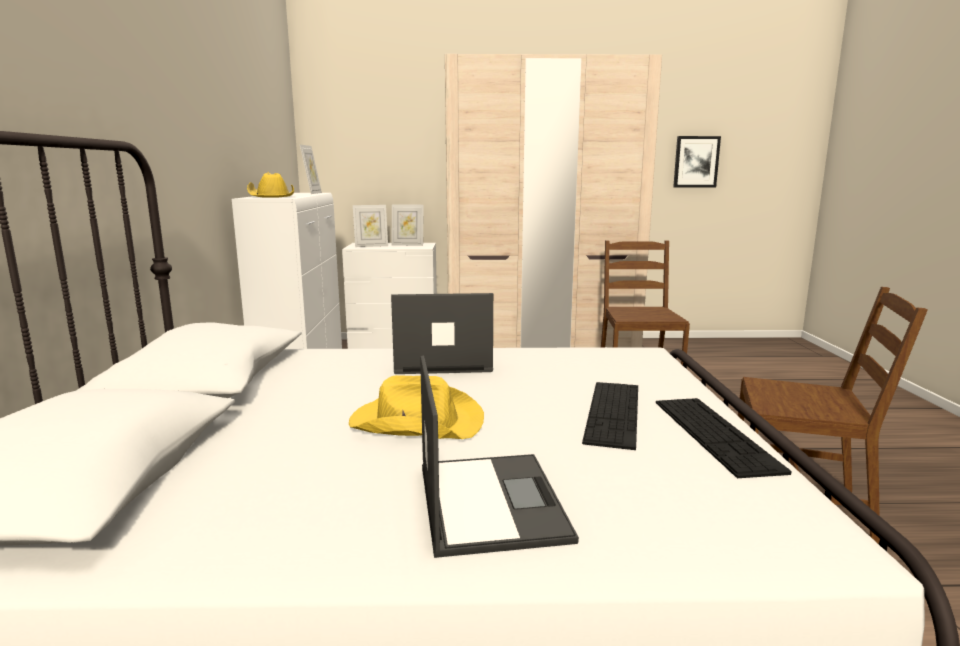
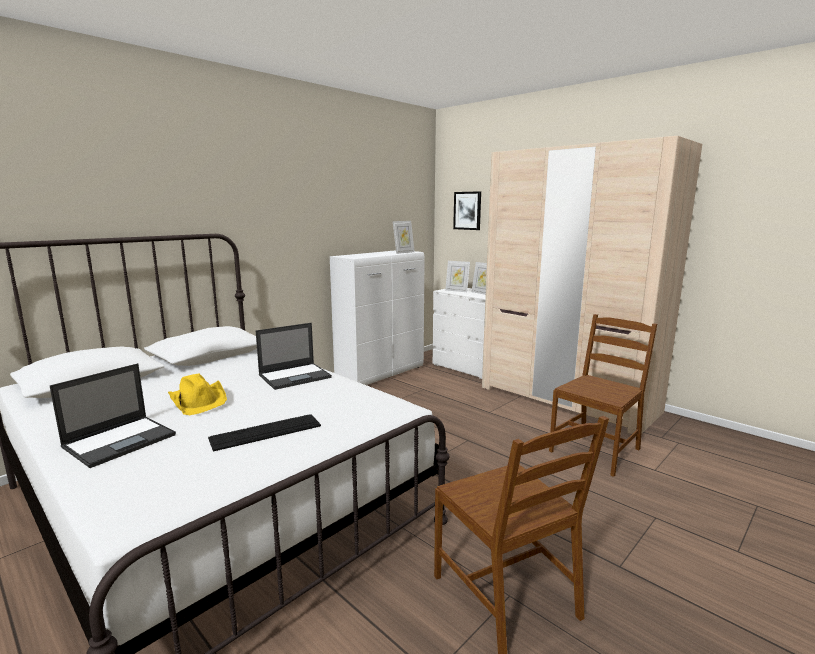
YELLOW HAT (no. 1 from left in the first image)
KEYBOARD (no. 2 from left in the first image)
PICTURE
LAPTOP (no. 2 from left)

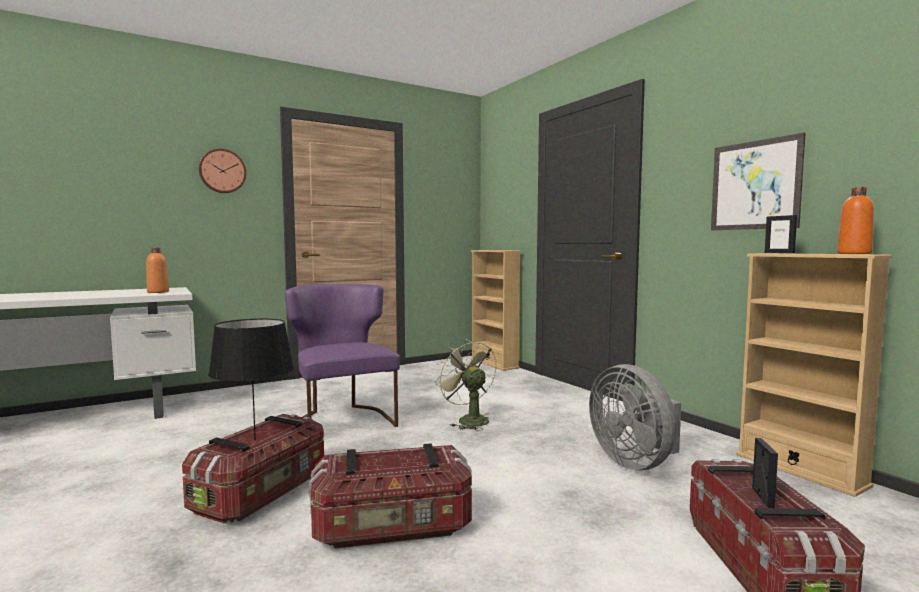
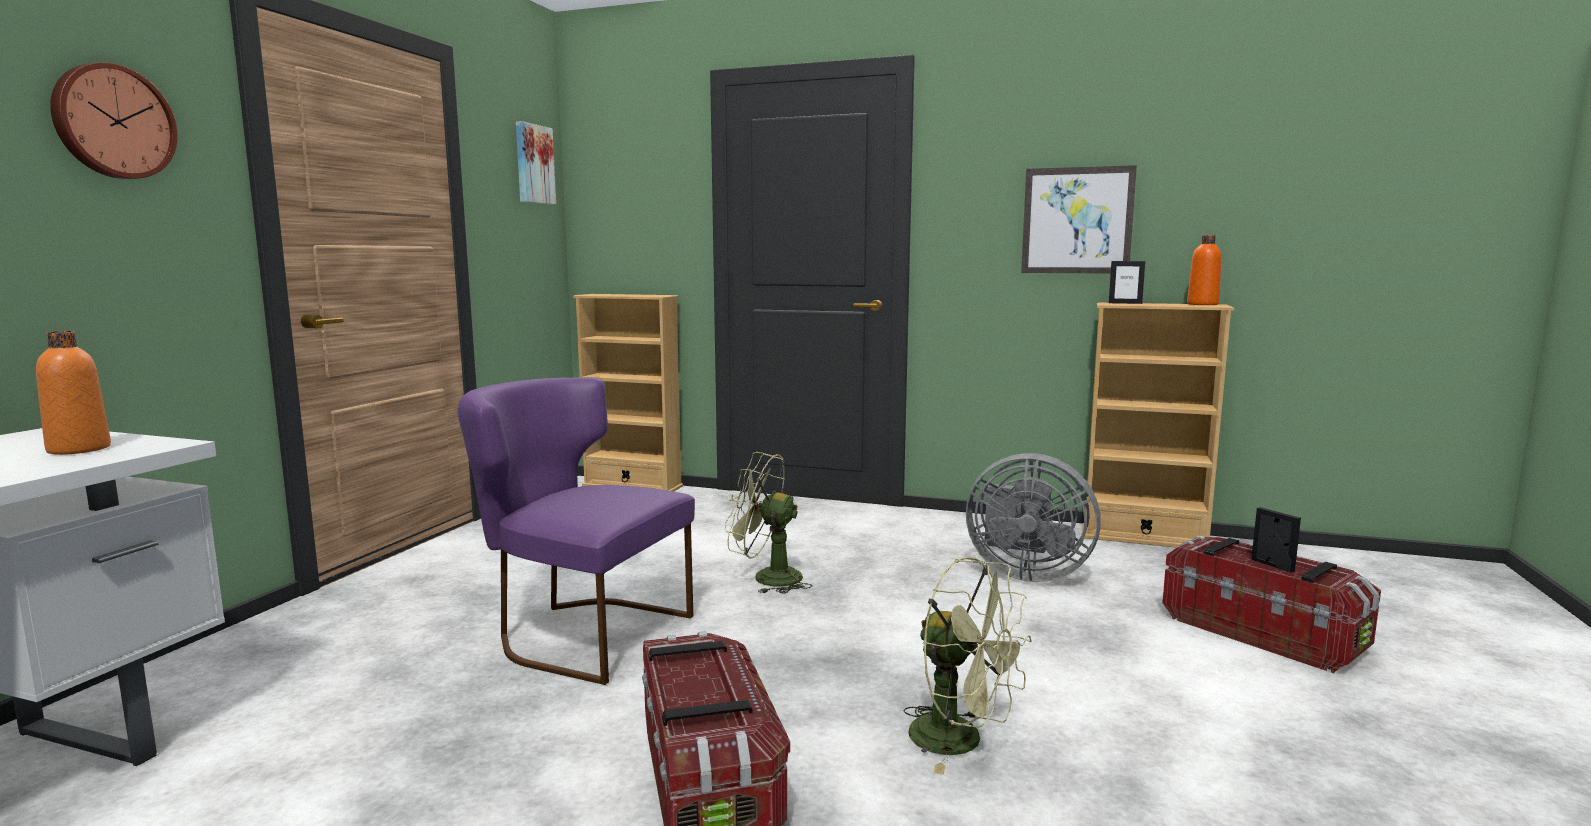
BLACK TABLE LAMP
PICTURE (no. 1 from left)
GREEN FAN (no. 2 from left)

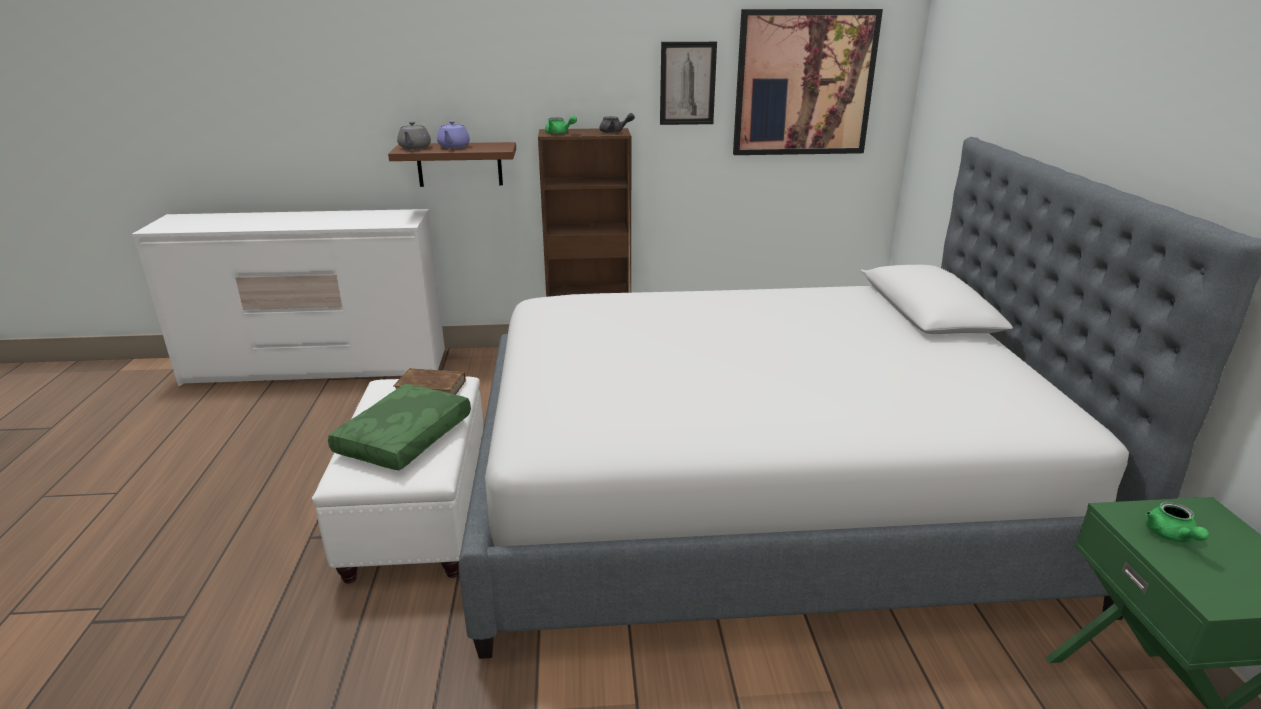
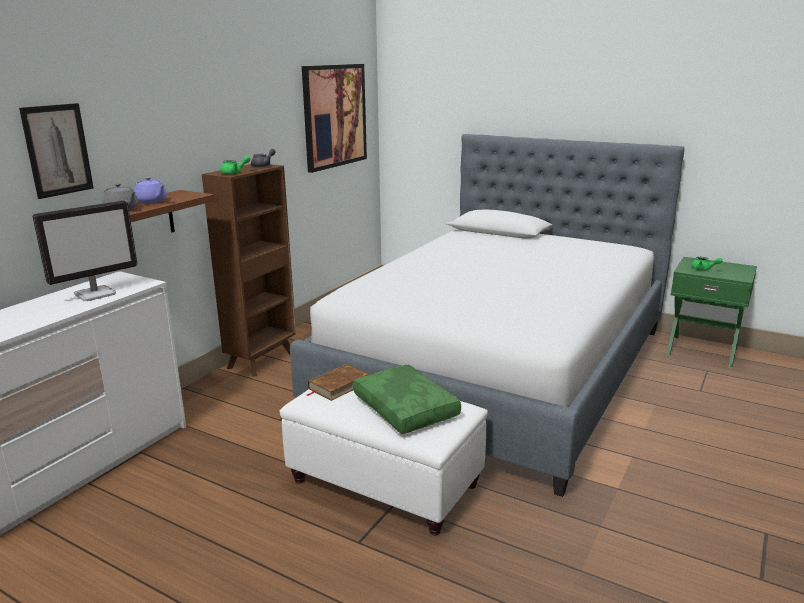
MONITOR
PICTURE (no. 1 from left)

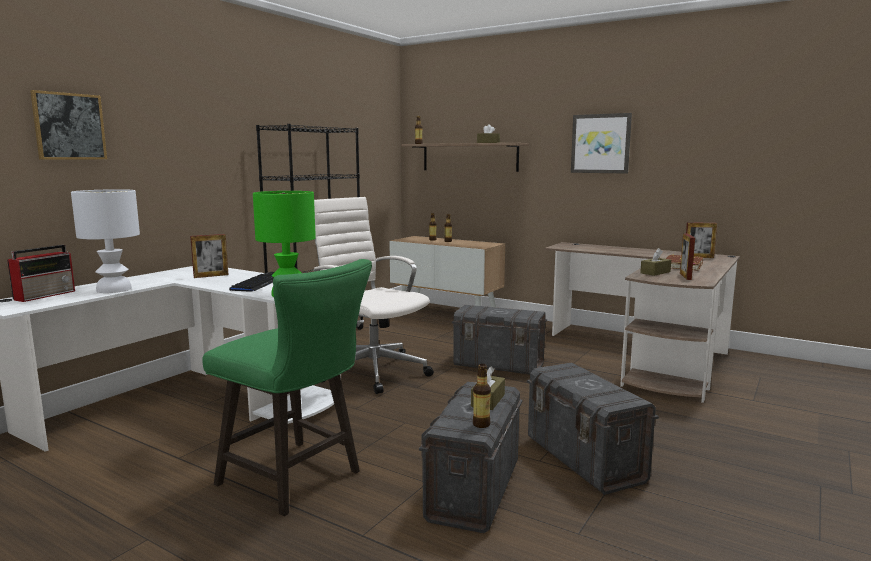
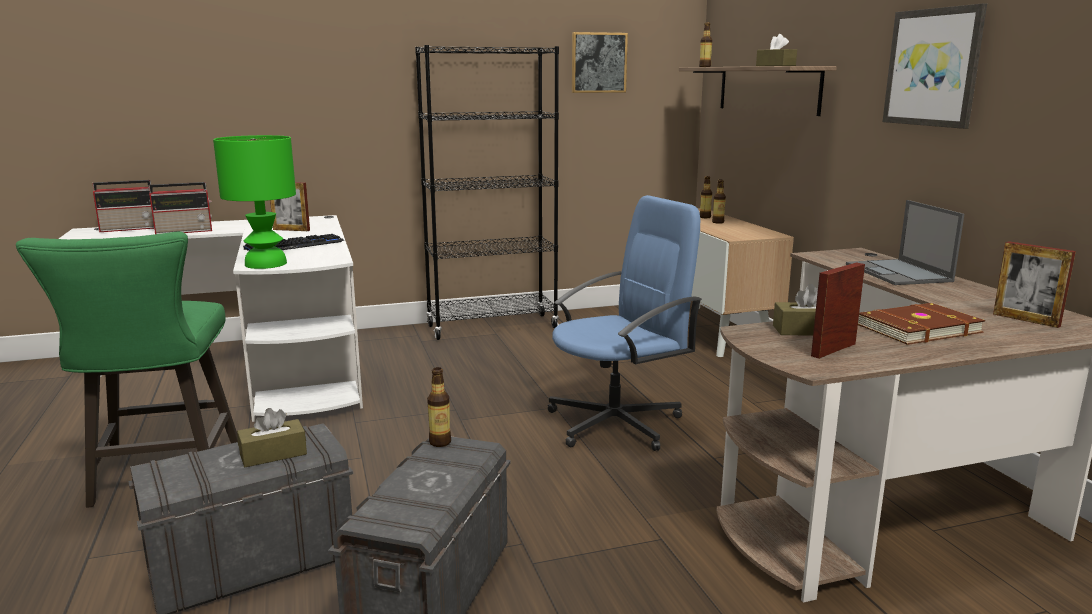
WHITE OFFICE CHAIR
LAPTOP
PICTURE (no. 1 from left)
BOTTLE (no. 1 from left)
RADIO (no. 2 from left)
BLUE OFFICE CHAIR

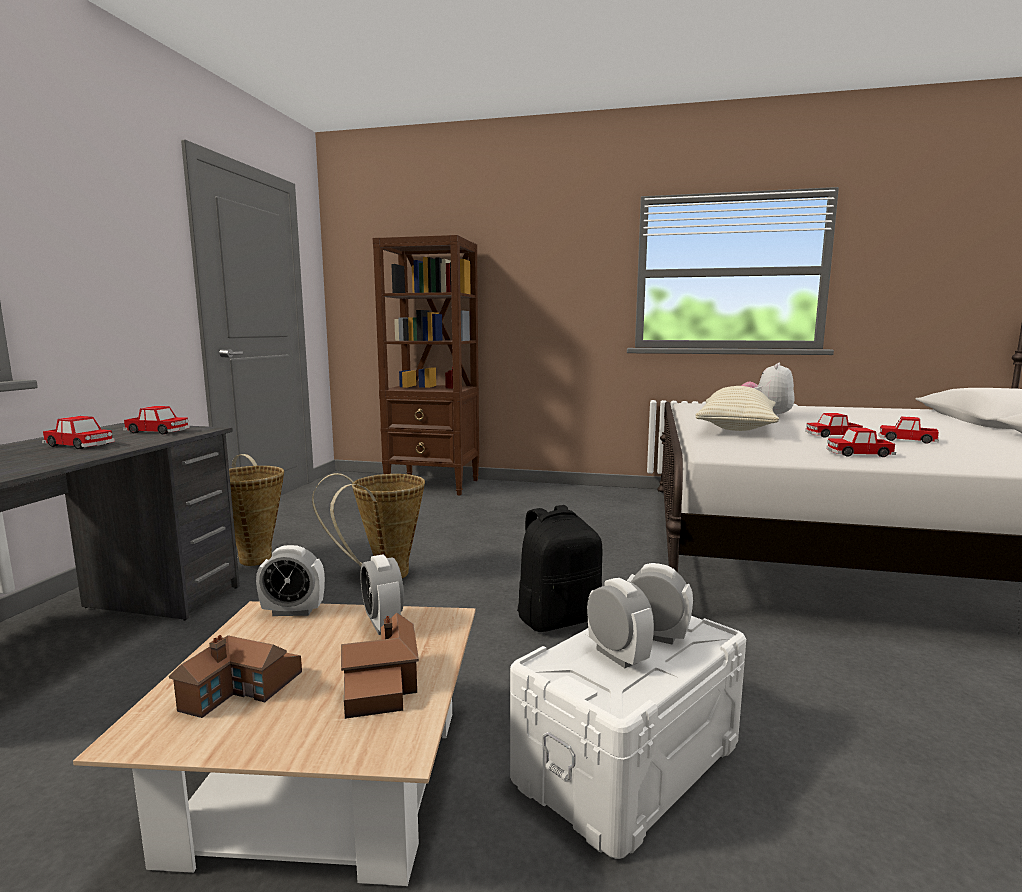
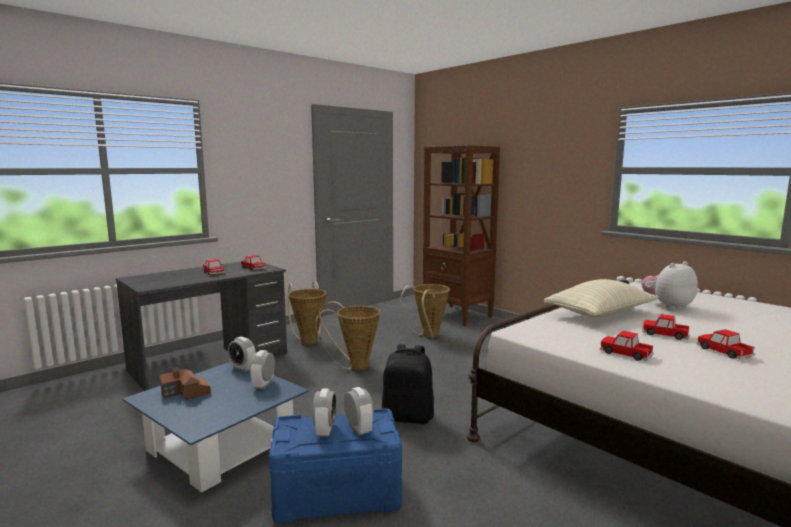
TOY HOUSE (no. 2 from left in the first image)
BASKET (no. 3 from left)
BLUE COFFEE TABLE
BLUE STORAGE BOX

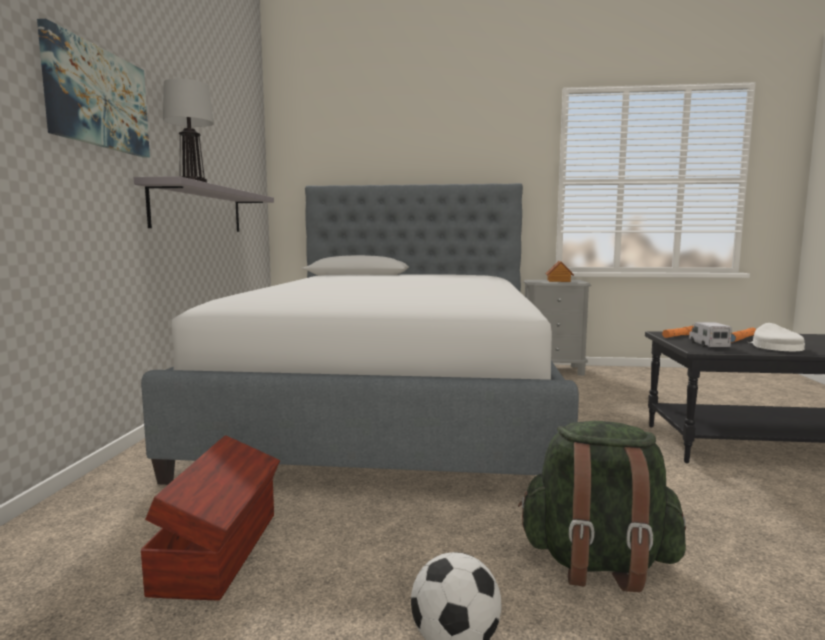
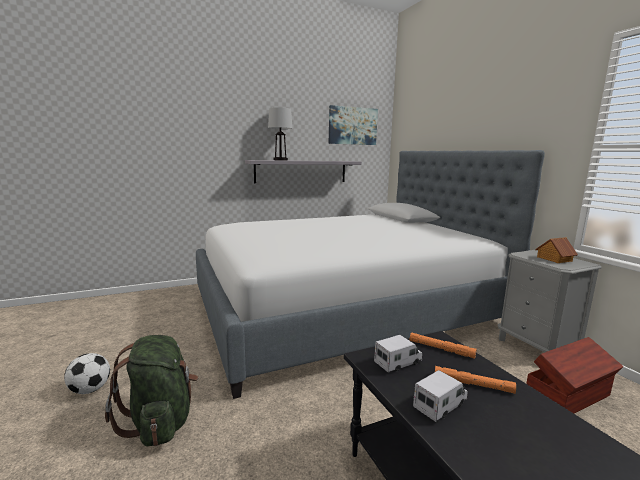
PICTURE
BROWN STORAGE BOX
TOY TRUCK (no. 2 from left)

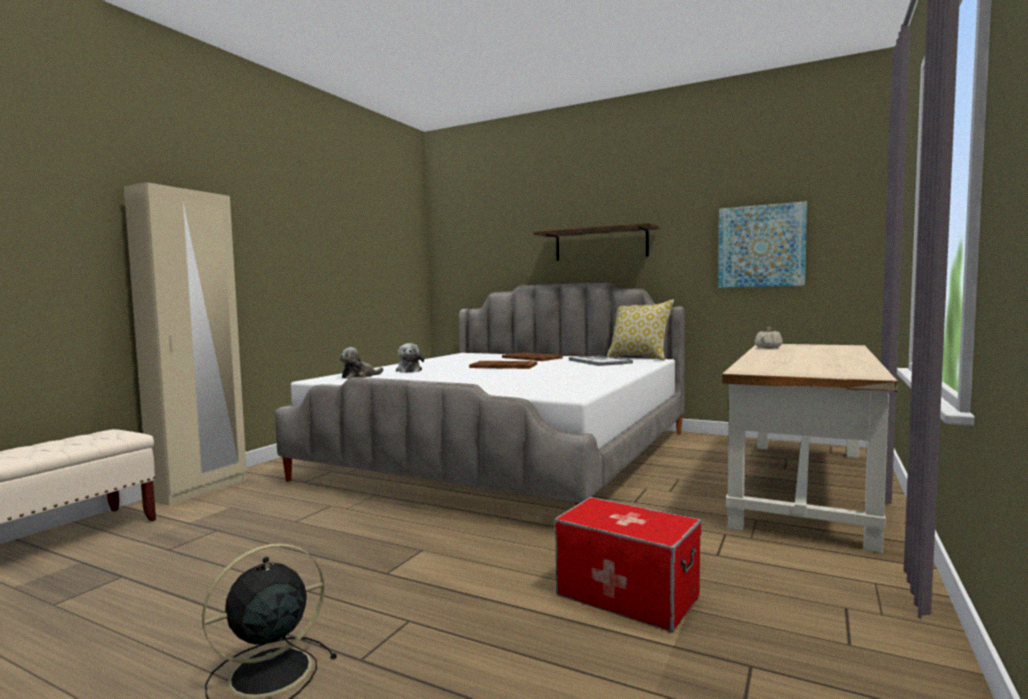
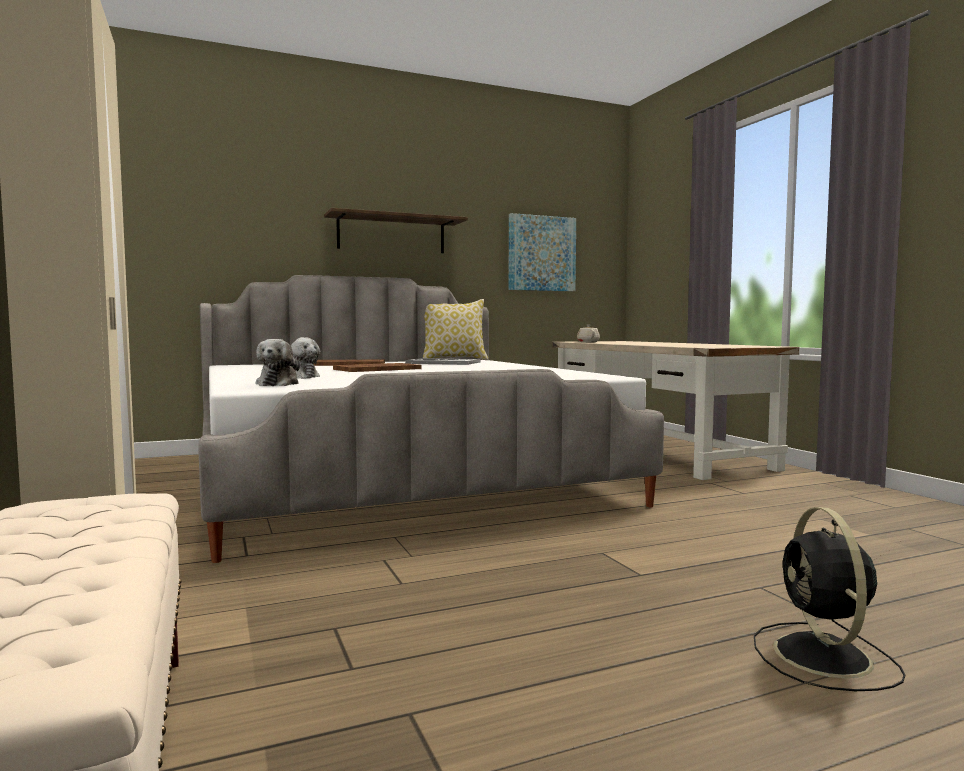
STORAGE BOX

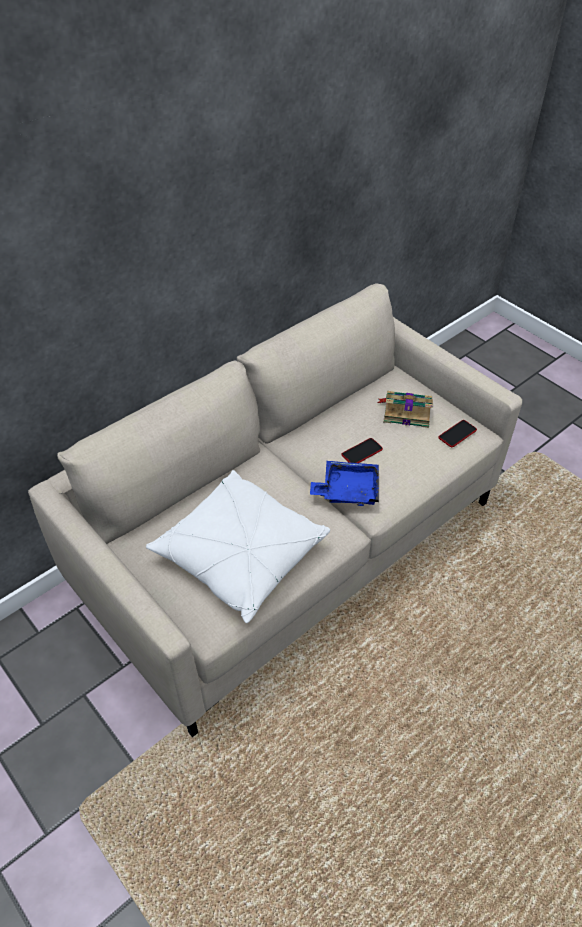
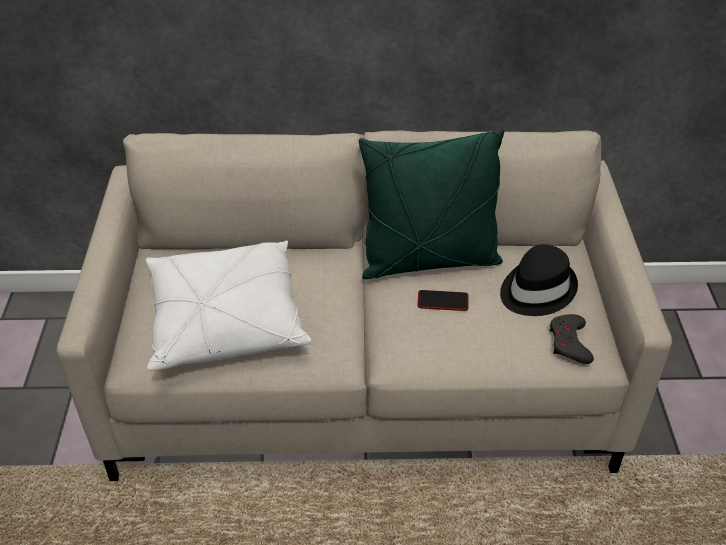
BLUE TRAY
GREEN PILLOW
BLACK HAT
GREY GAME CONTROLLER

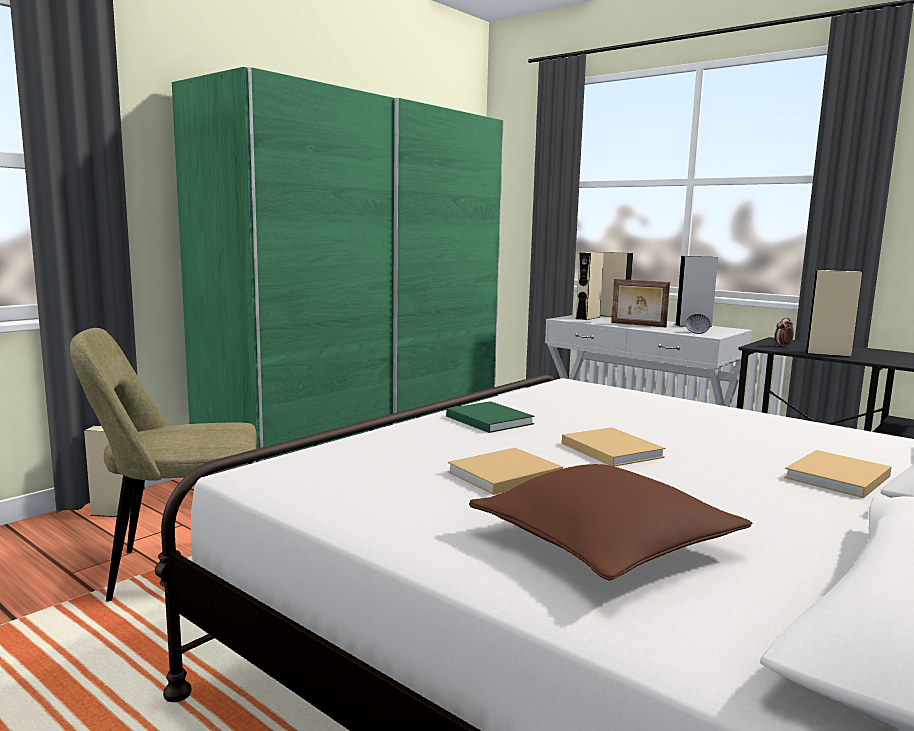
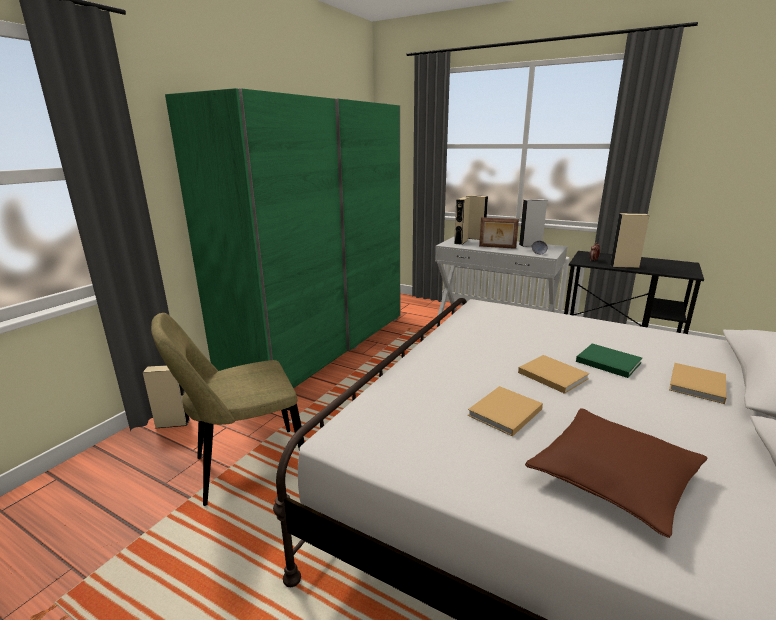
GREEN BOOK

